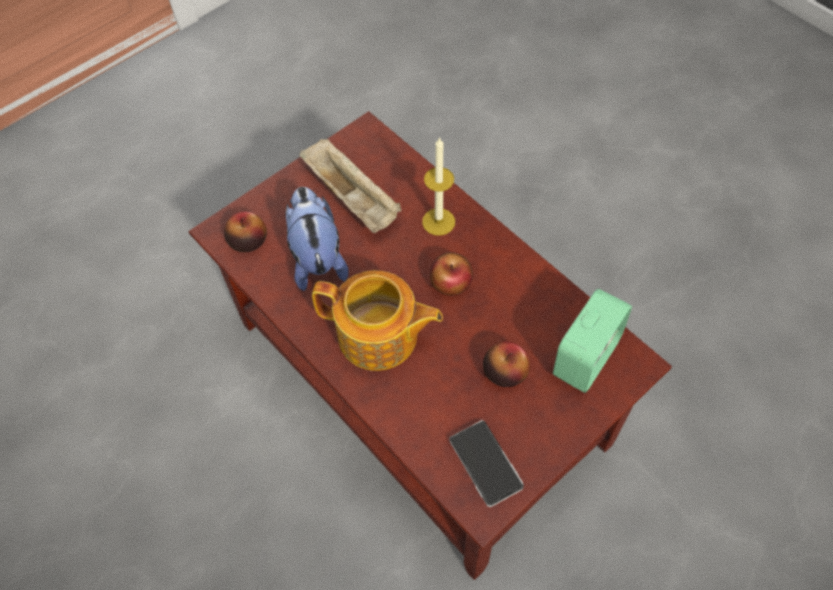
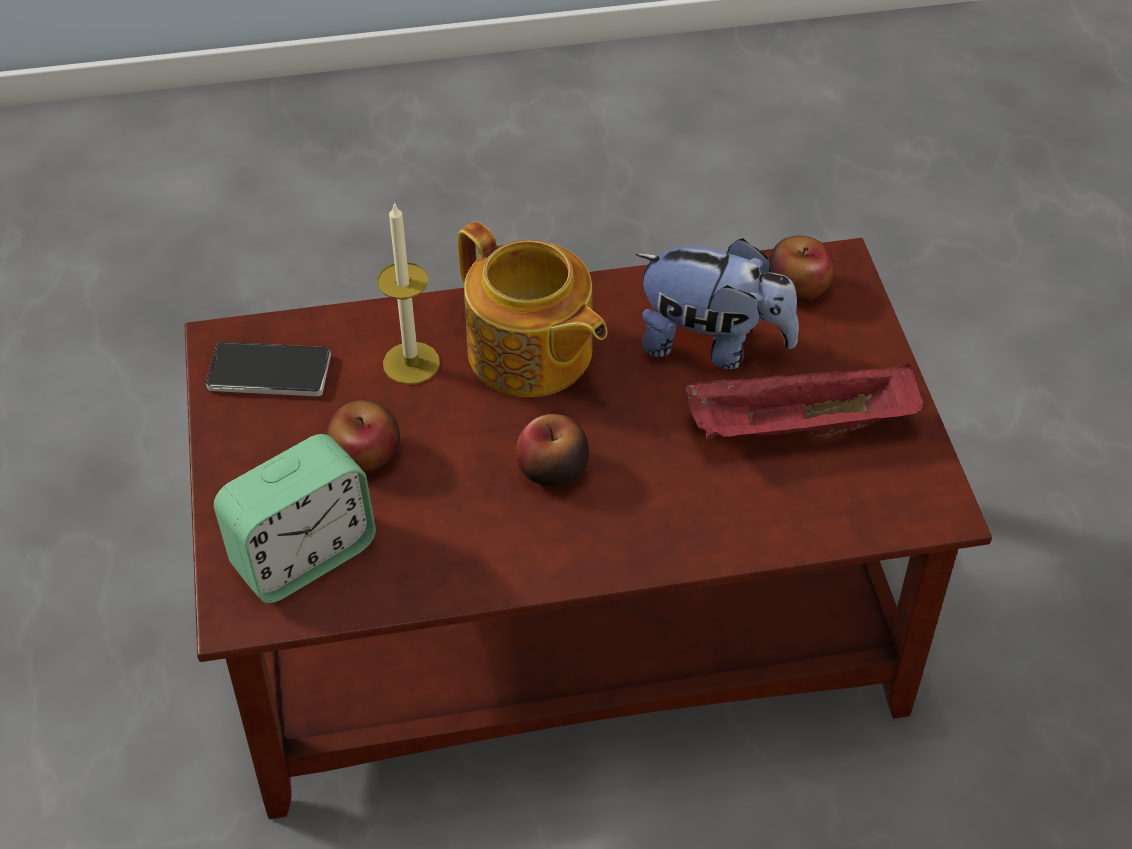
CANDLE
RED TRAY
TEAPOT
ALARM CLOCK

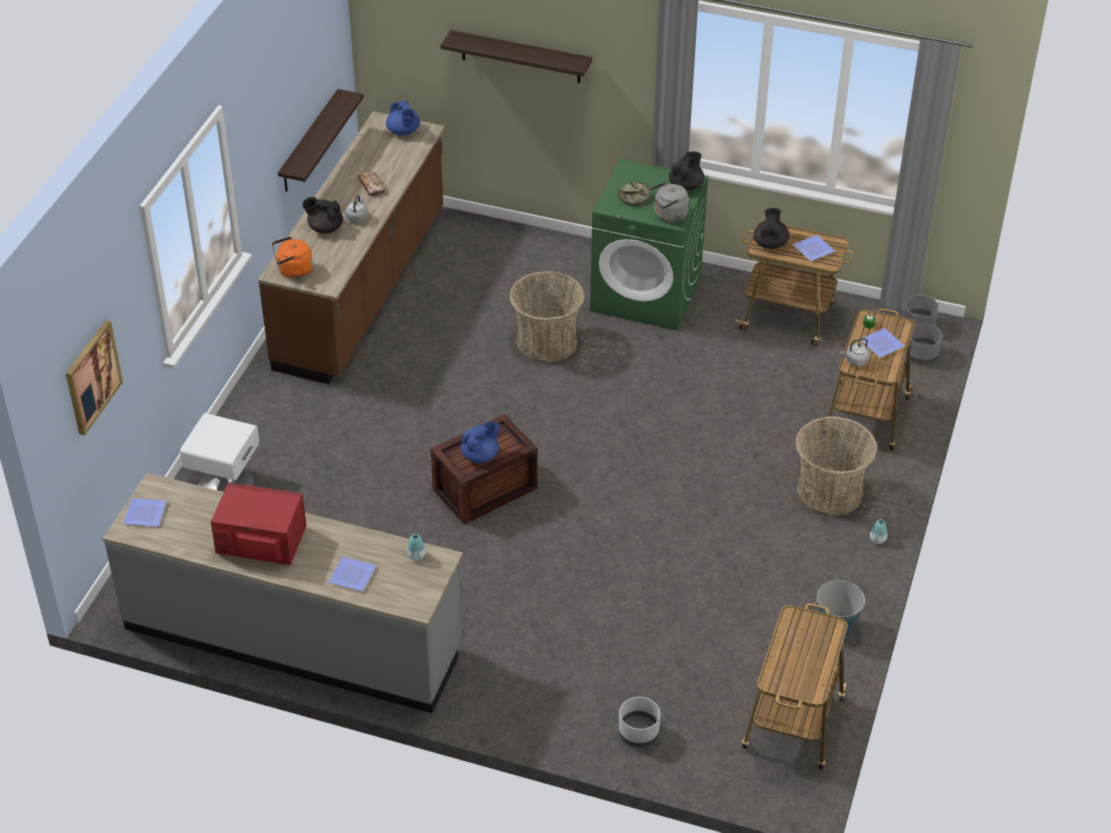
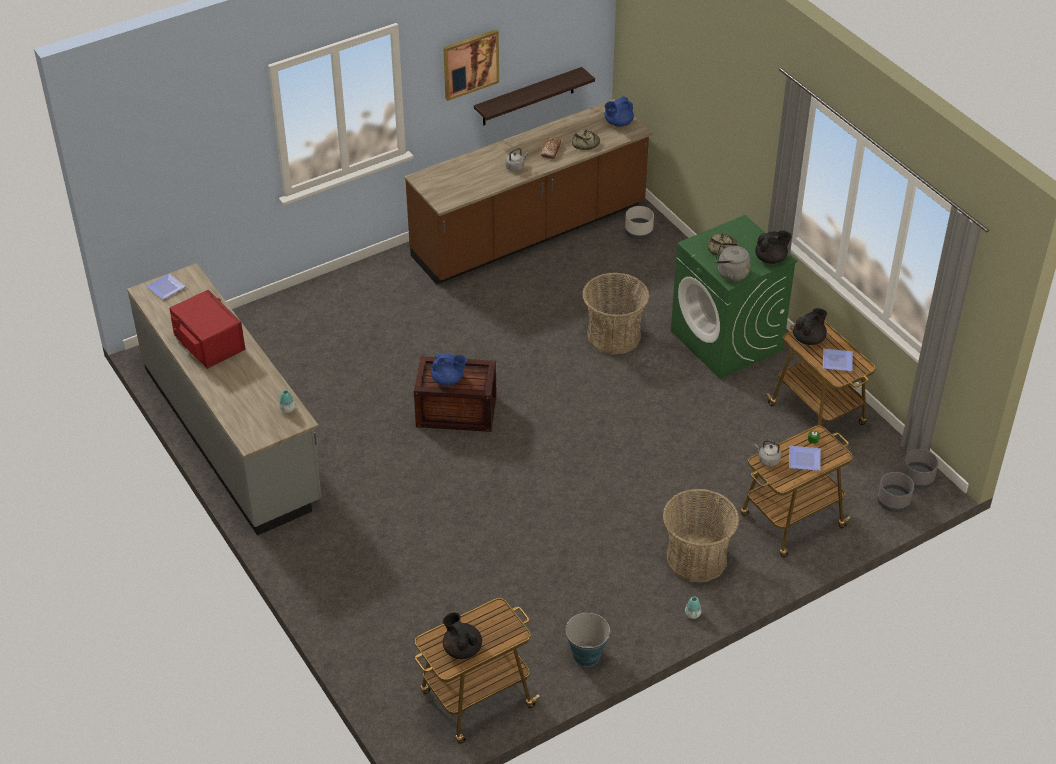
WHITE NIGHTSTAND
ORANGE KETTLE
PLATE (no. 2 from left in the first image)
SHELF (no. 2 from left in the first image)
BREAD (no. 2 from left)
PICTURE
BLACK TEAPOT (no. 1 from left)
GREY PLANTER (no. 1 from left)
BLUE TEAPOT (no. 2 from left)

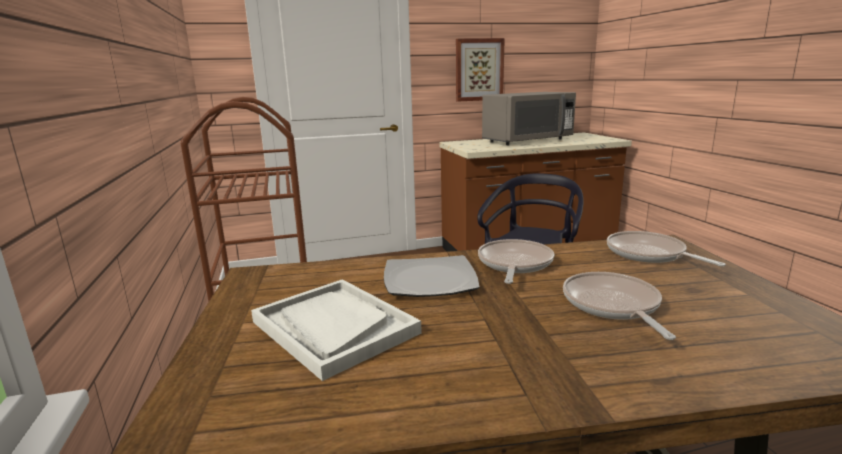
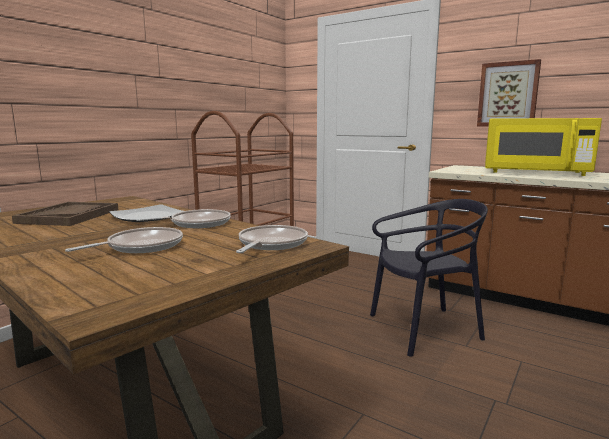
BROWN TRAY
YELLOW MICROWAVE

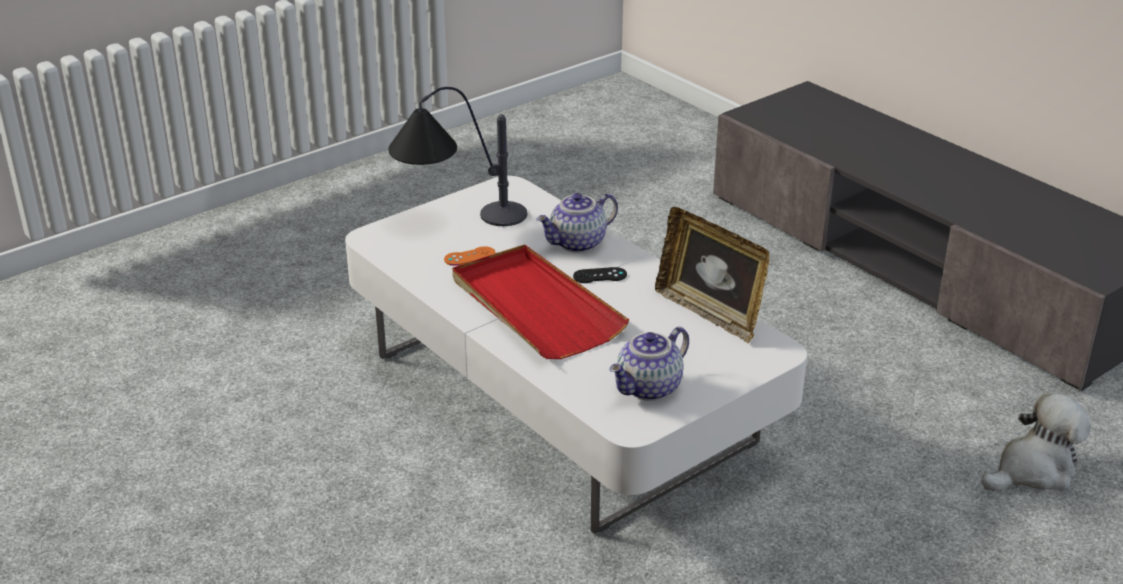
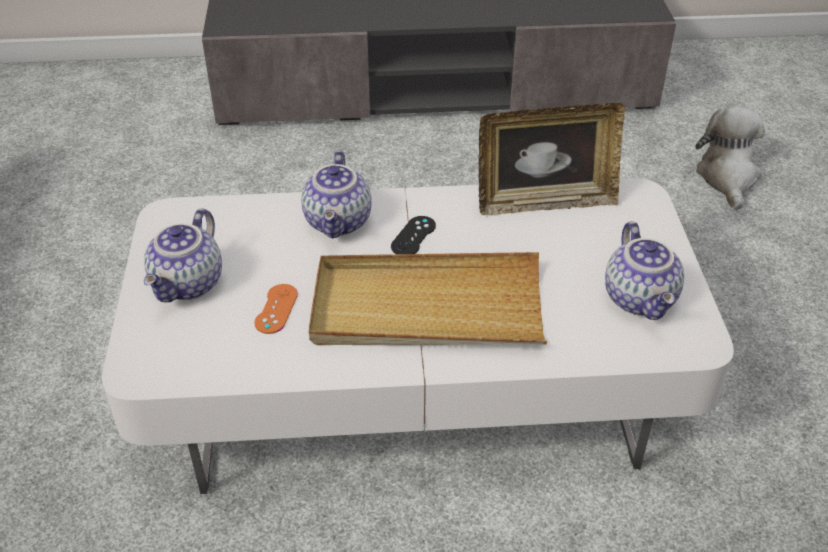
TEAPOT (no. 1 from left)
BEIGE TRAY

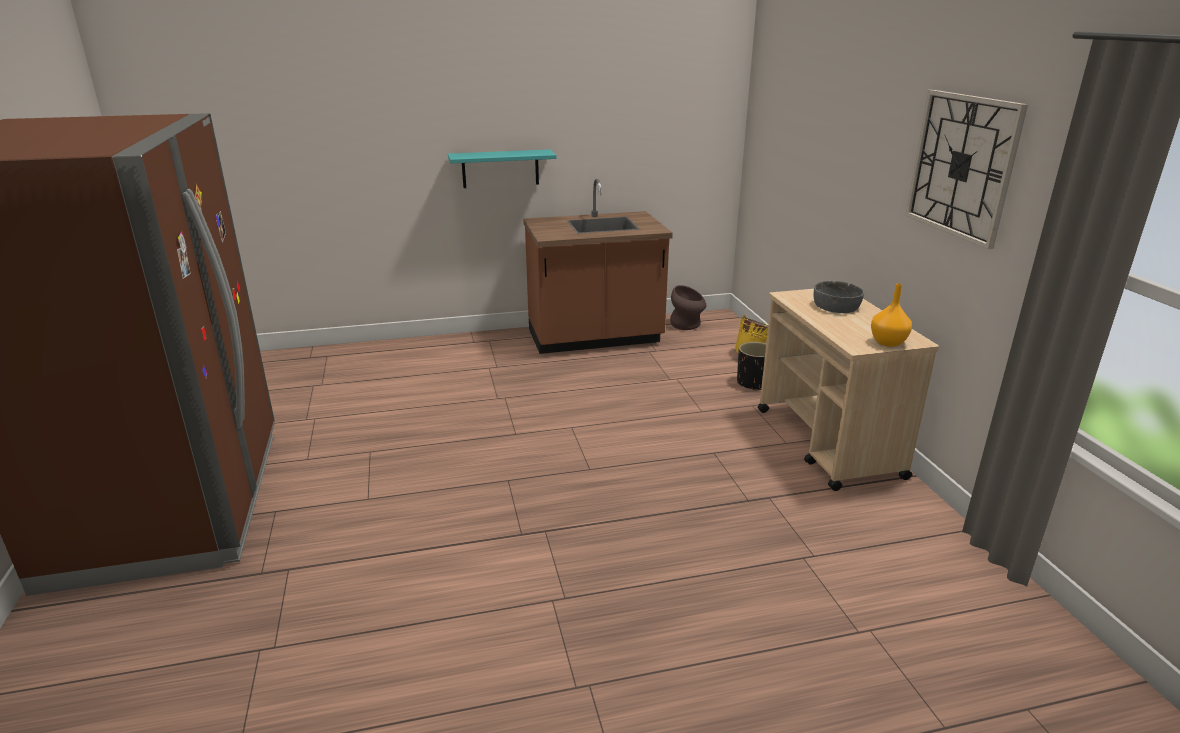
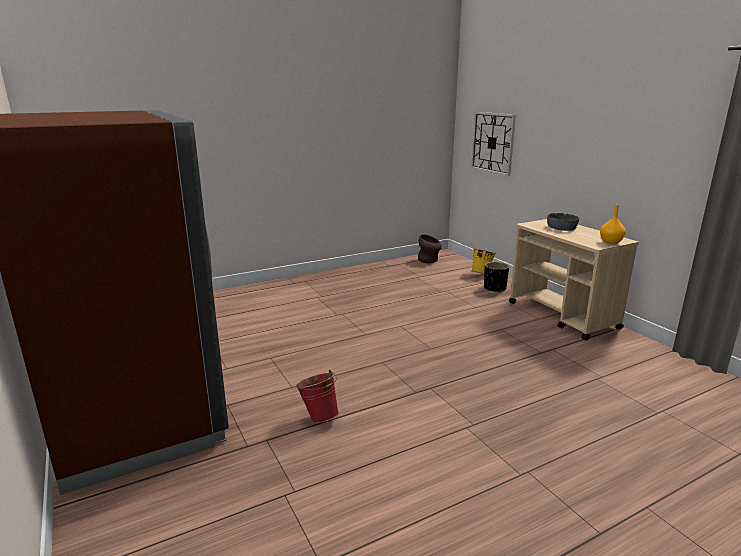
TURQUOISE SHELF
BROWN COUNTER
RED BUCKET
WALL CLOCK

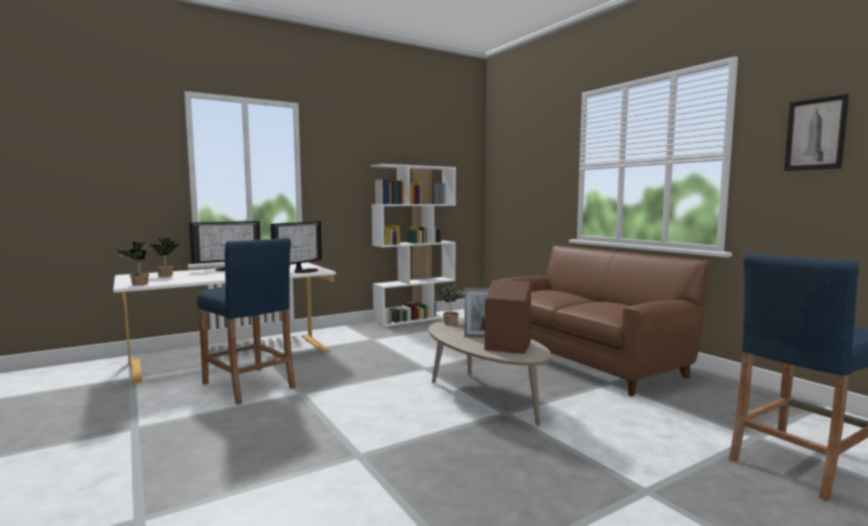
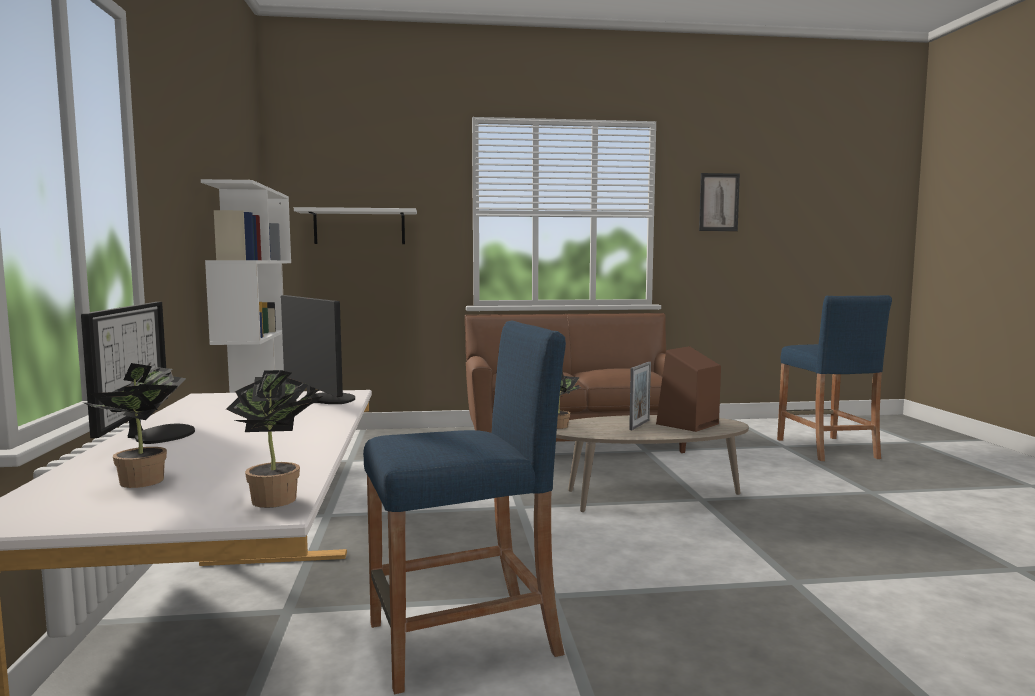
WHITE SHELF

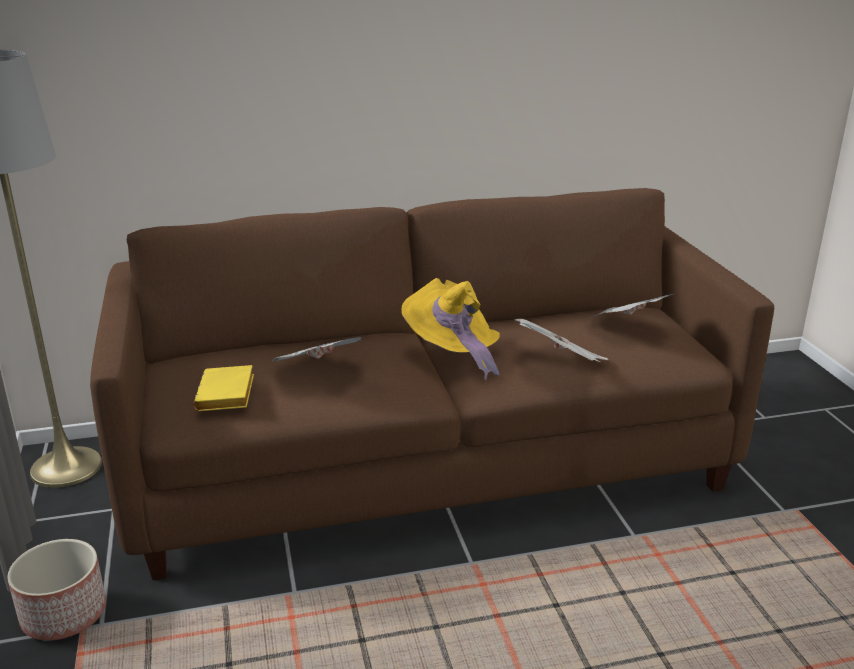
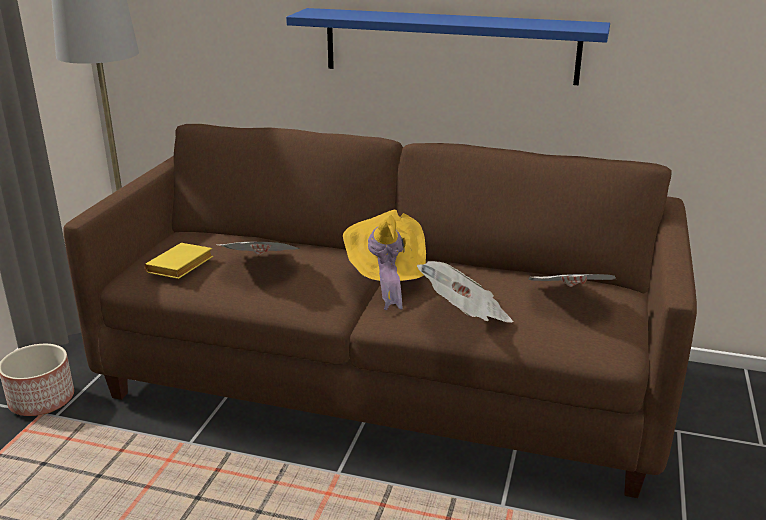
BLUE SHELF

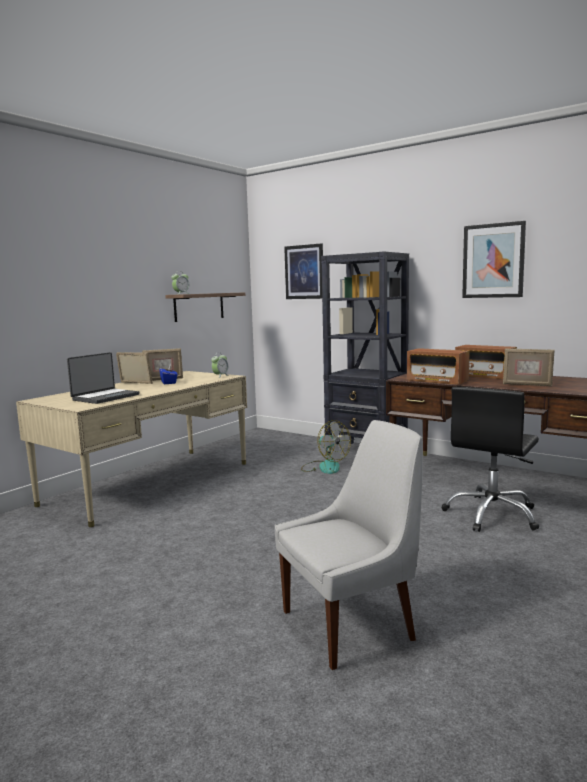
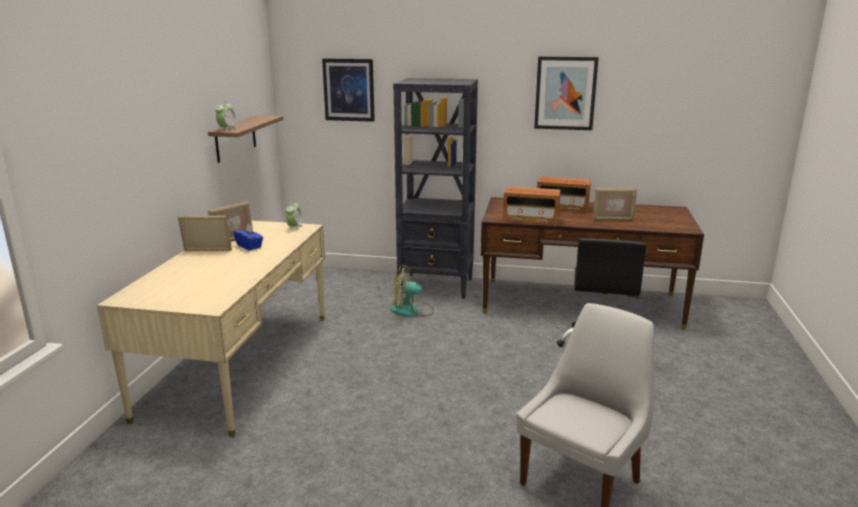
LAPTOP
FAN

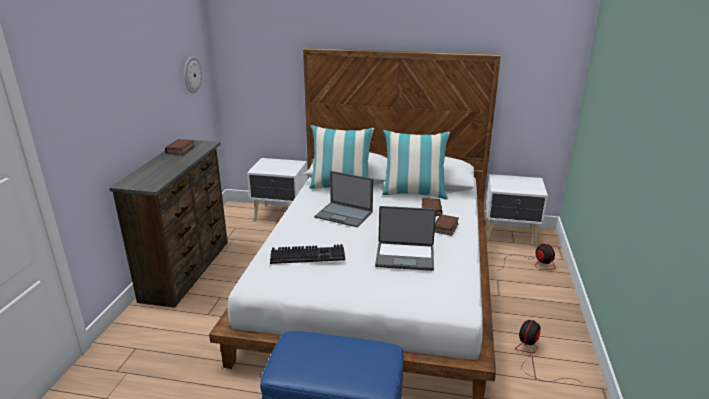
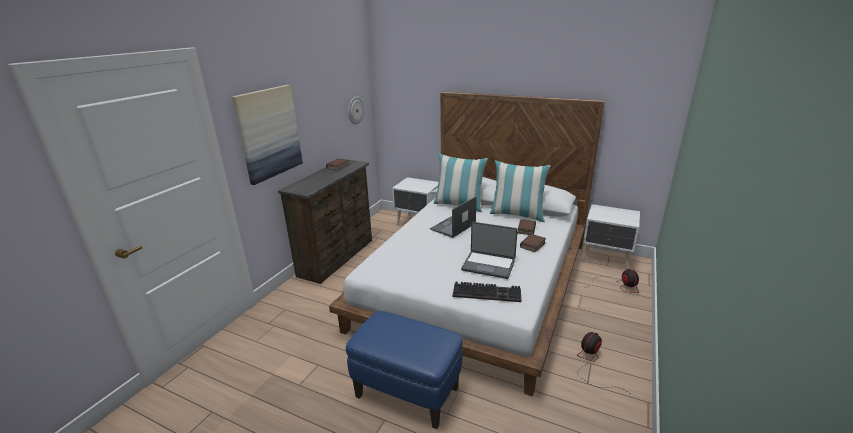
PICTURE
KEYBOARD
LAPTOP (no. 1 from left)

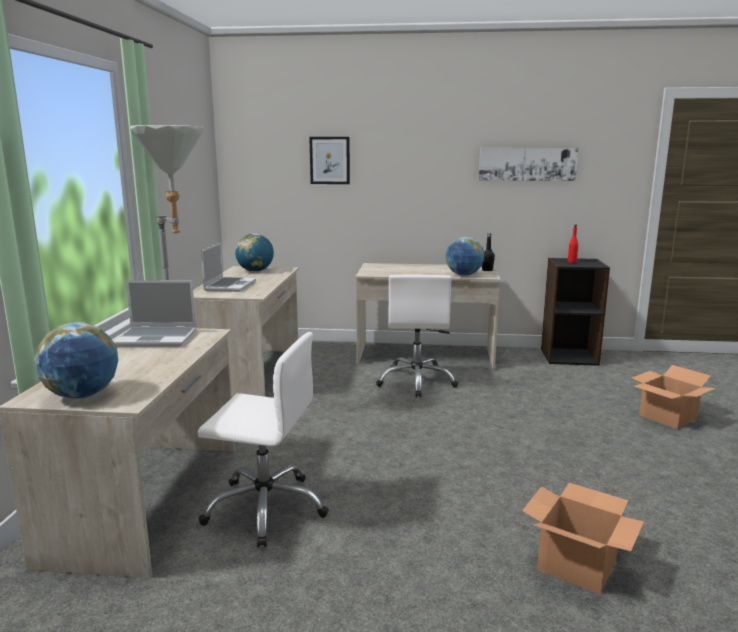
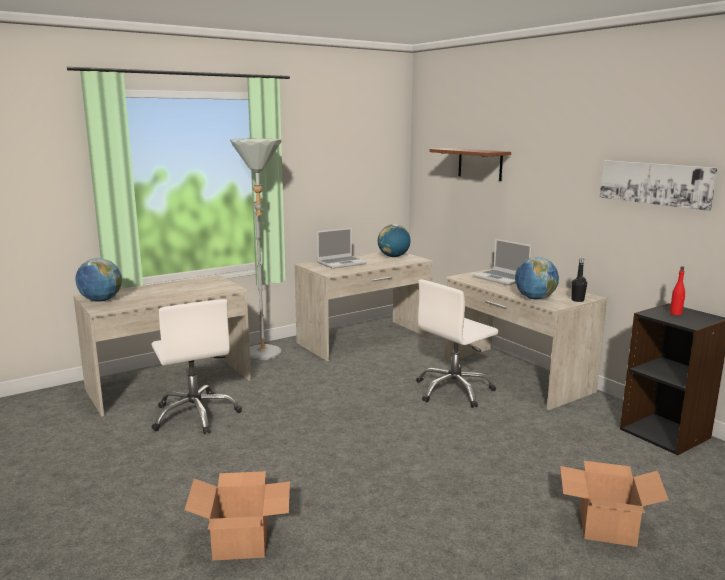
LAPTOP (no. 2 from left)
BROWN SHELF

